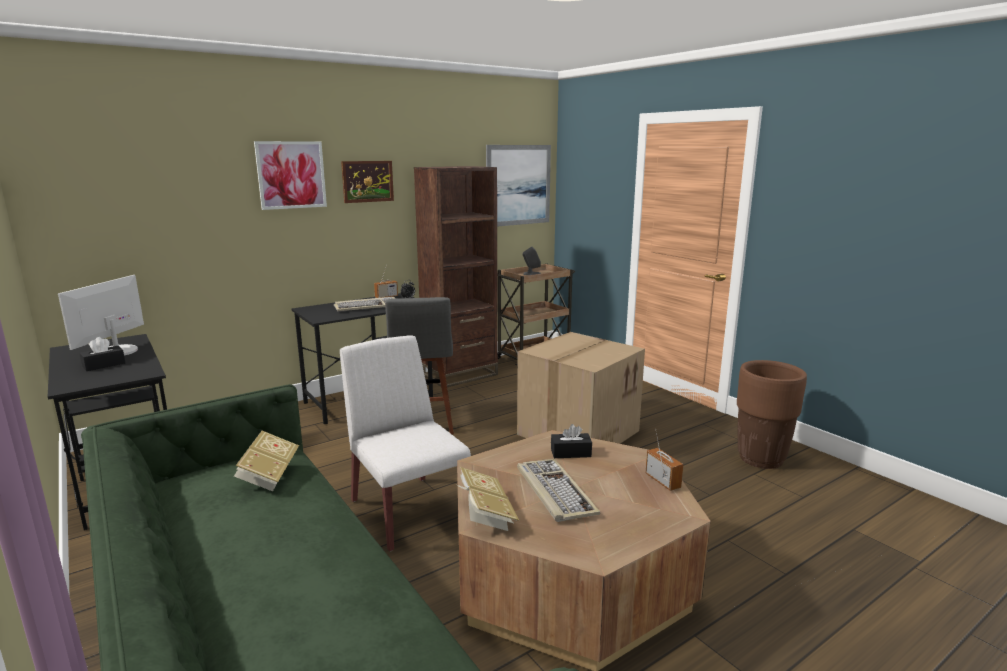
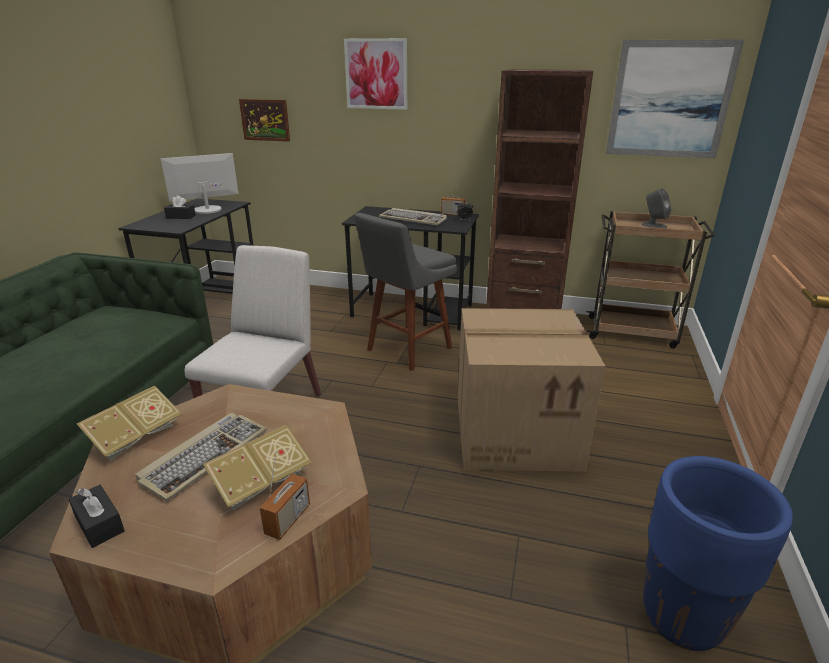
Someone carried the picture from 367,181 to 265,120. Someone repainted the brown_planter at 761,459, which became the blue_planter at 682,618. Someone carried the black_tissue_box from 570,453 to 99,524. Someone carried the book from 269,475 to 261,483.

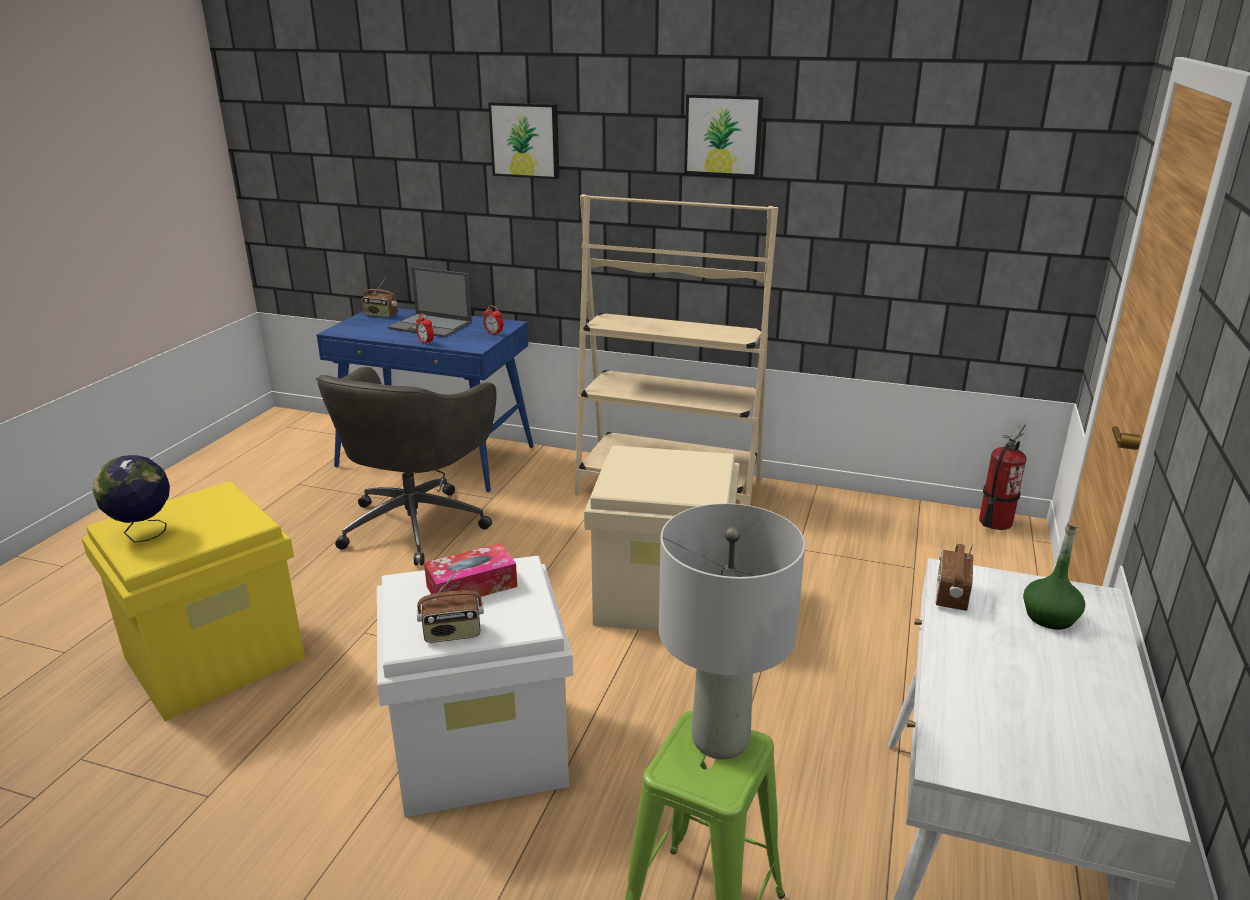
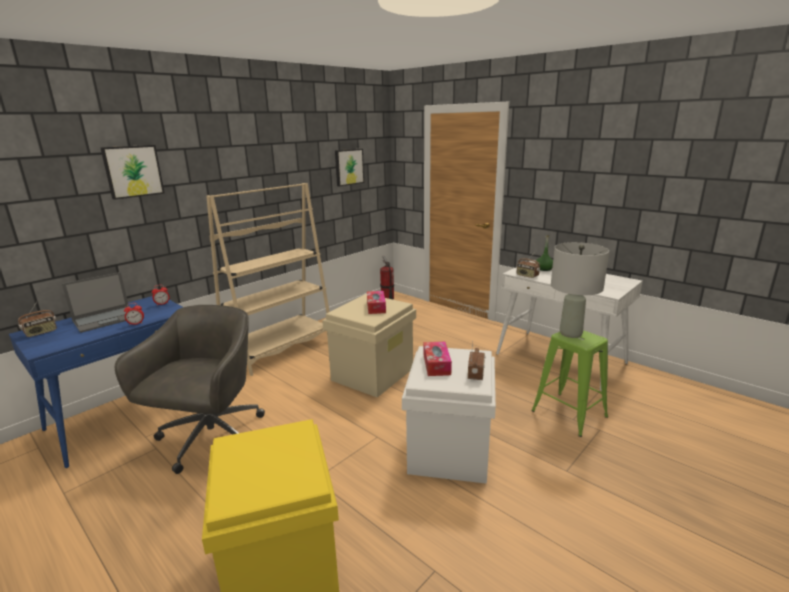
Someone carried the picture from 723,135 to 348,167. Someone rotated the grey_office_chair at 416,523 by 120 degrees counterclockwise. Someone took away the globe at 143,534. Someone put down the tissue_box at 376,307.

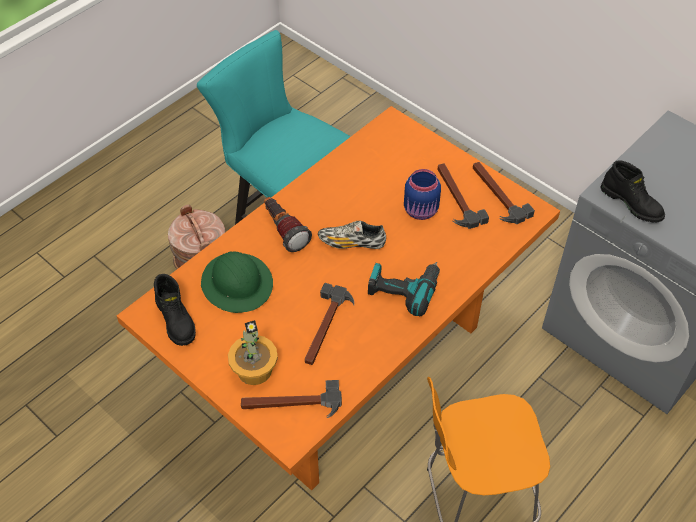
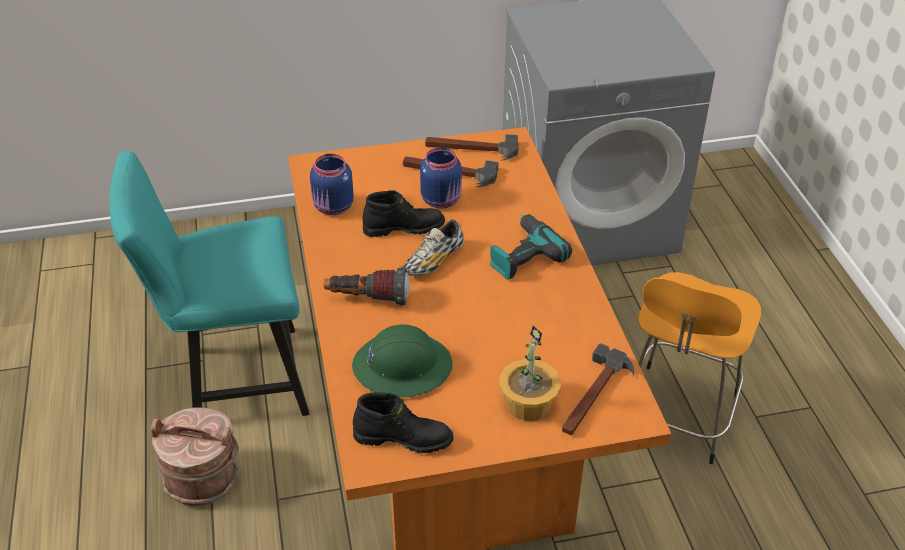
Someone carried the black_boot from 632,203 to 404,227. Someone took away the hammer at 325,327. Someone put down the blue_jar at 333,208.

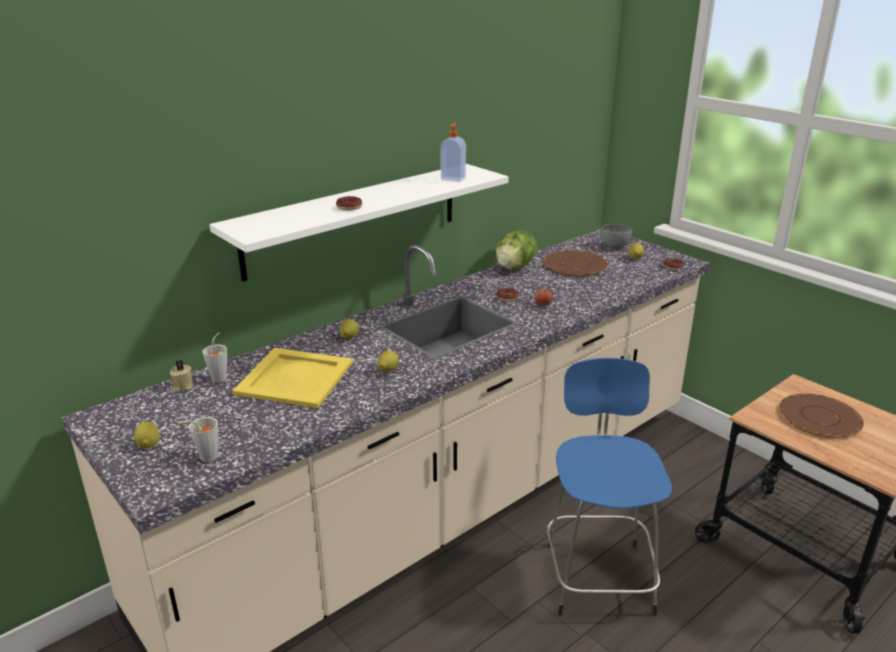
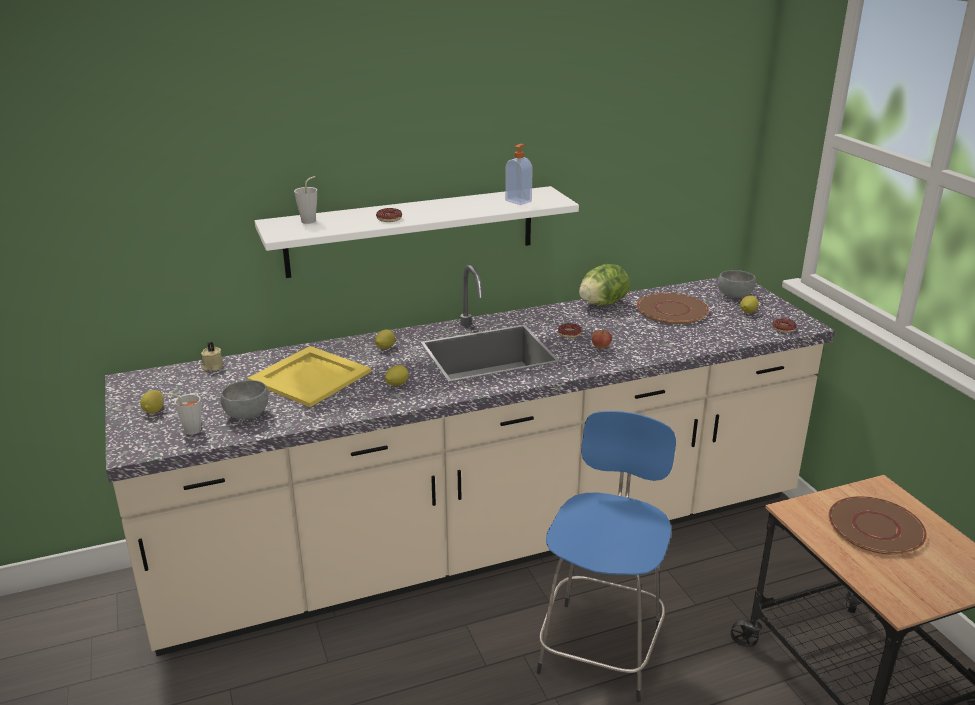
Someone carried the grey_cup from 221,376 to 311,220. Someone put down the grey_bowl at 246,414.

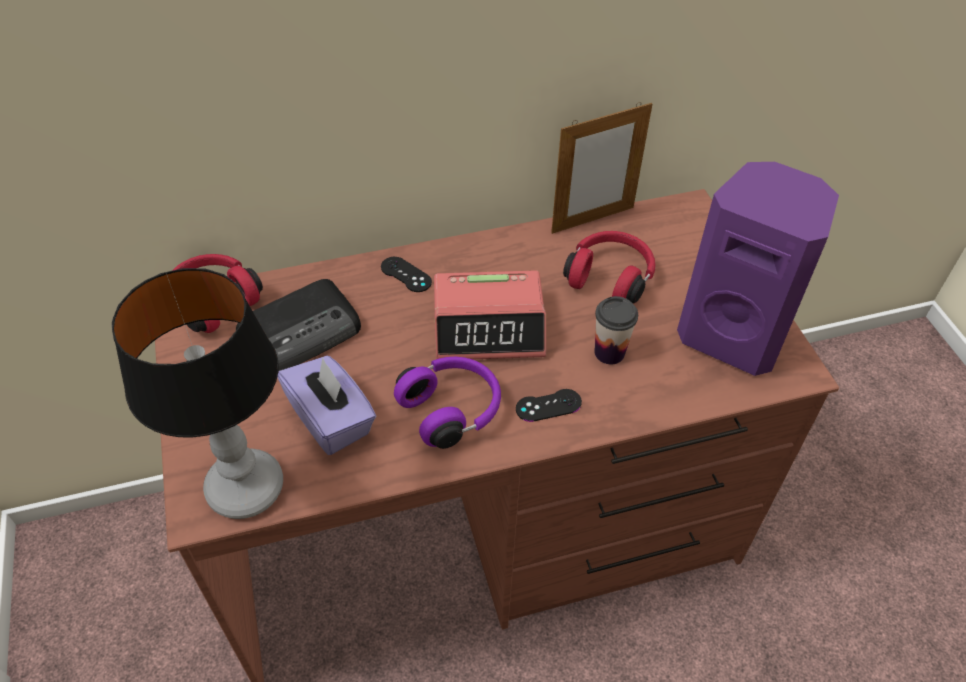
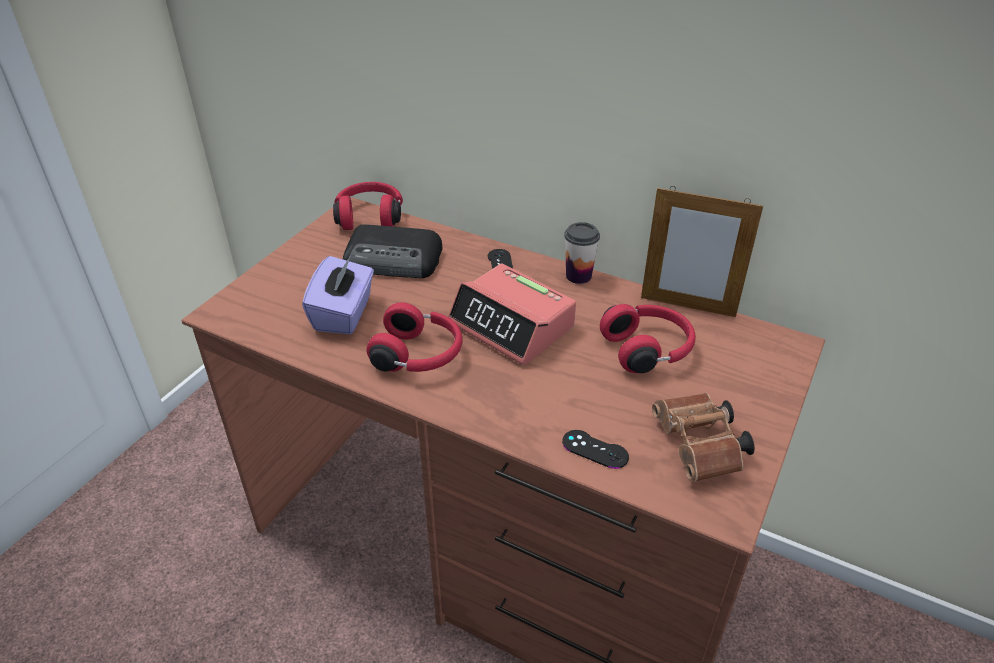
Someone swapped the purple_speaker at 733,335 for the brown_binoculars at 700,449. Someone took away the table_lamp at 245,489. Someone carried the cup from 609,352 to 578,276. Someone repainted the purple_headphones at 452,409, which became the red_headphones at 419,355. Someone carried the black_game_controller from 548,405 to 595,449.

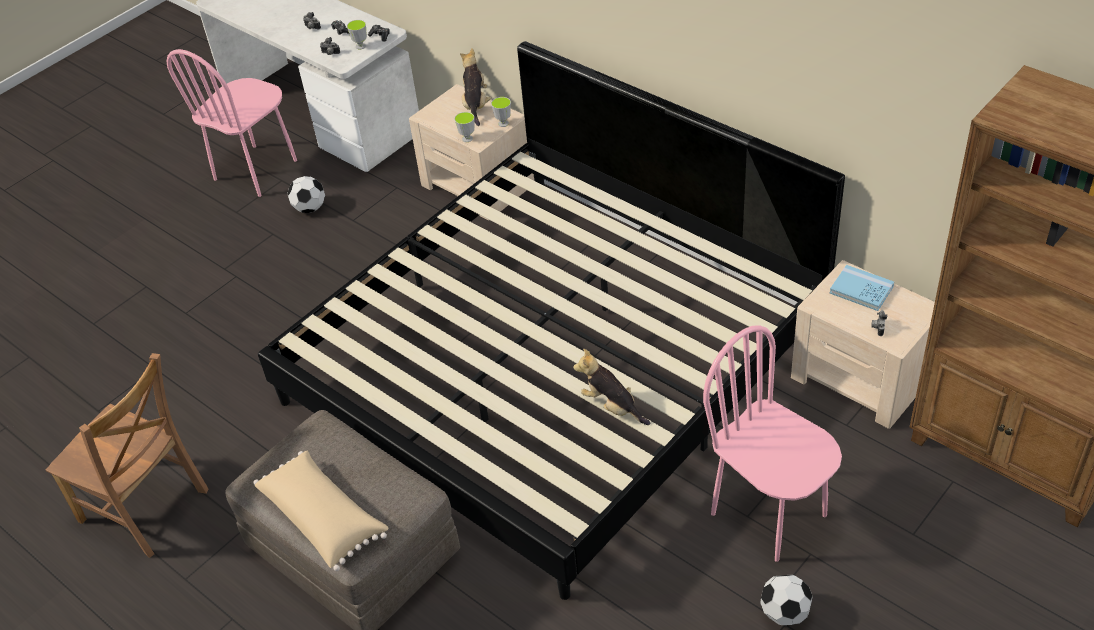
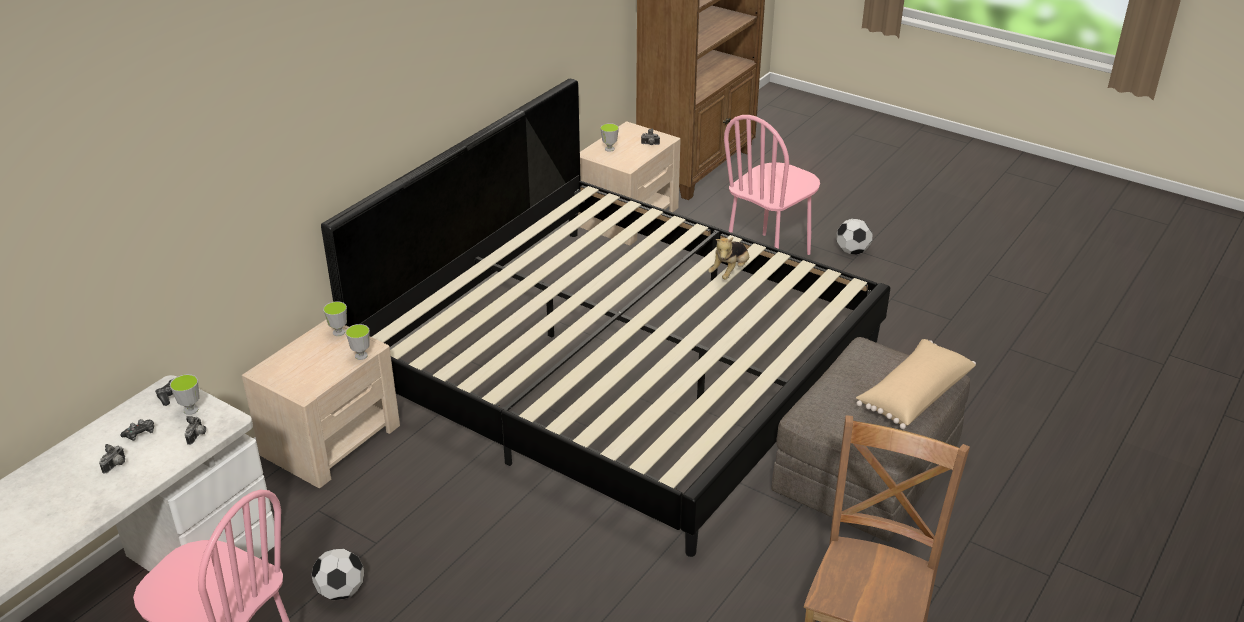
Someone took away the plush_toy at 476,105. Someone swapped the blue_book at 861,290 for the cup at 609,149.

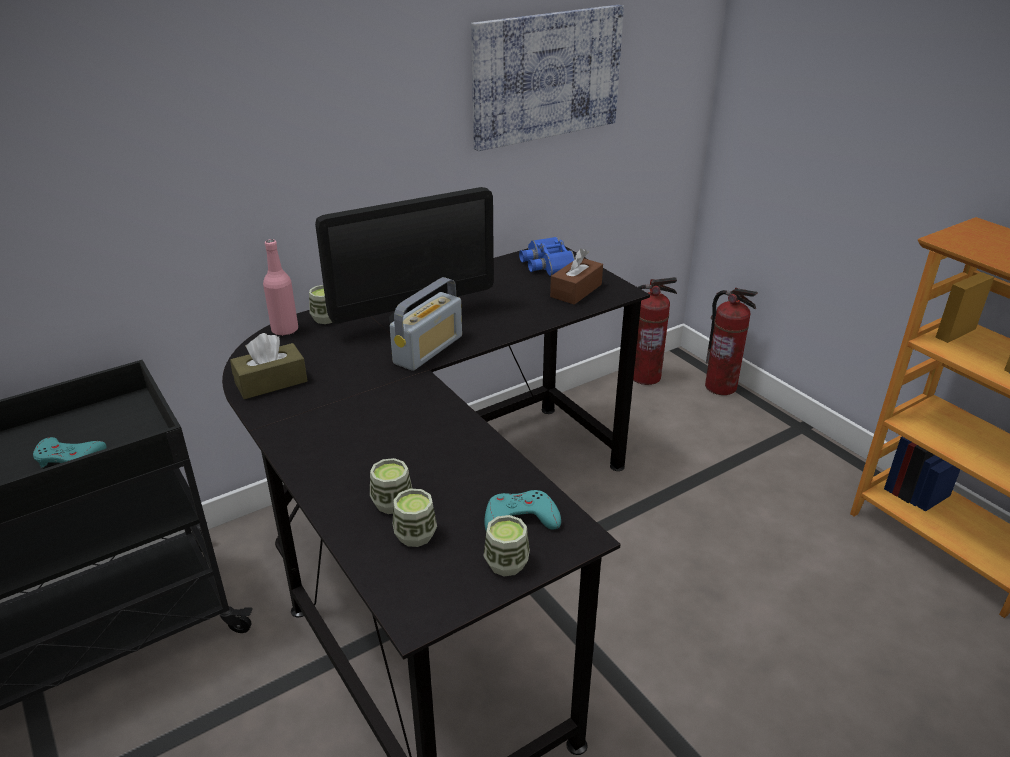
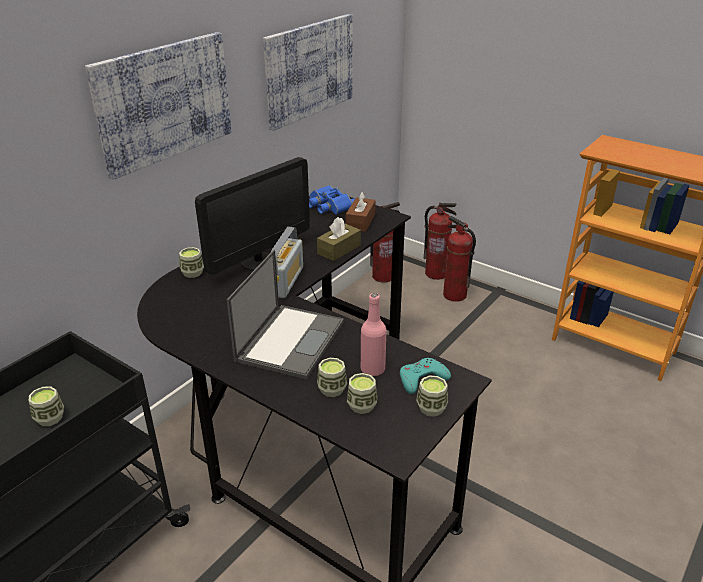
Someone carried the pink_bottle from 285,330 to 372,369. Someone carried the brown_tissue_box from 271,382 to 339,249. Someone swapped the turquoise_game_controller at 69,457 for the cup at 50,418. Someone put up the picture at 164,102. Someone put down the fire_extinguisher at 454,295. Someone put down the laptop at 290,340.

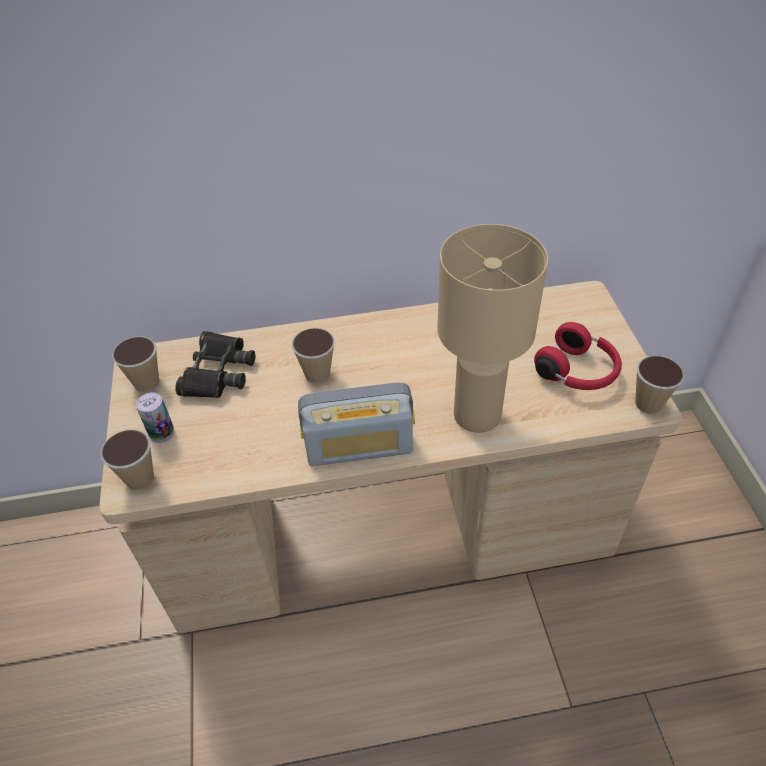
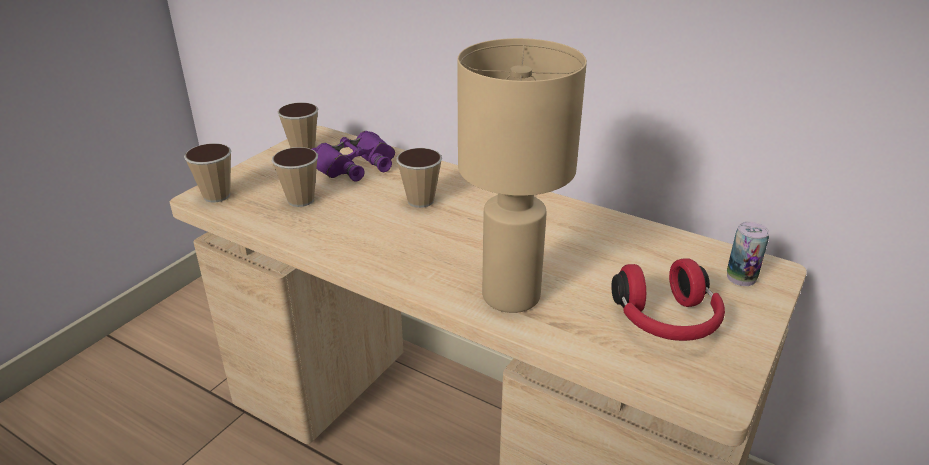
Someone repainted the black_binoculars at 217,372, which became the purple_binoculars at 355,165. Someone carried the cup from 648,404 to 301,200. Someone took away the radio at 359,447. Someone carried the can from 162,433 to 741,278.

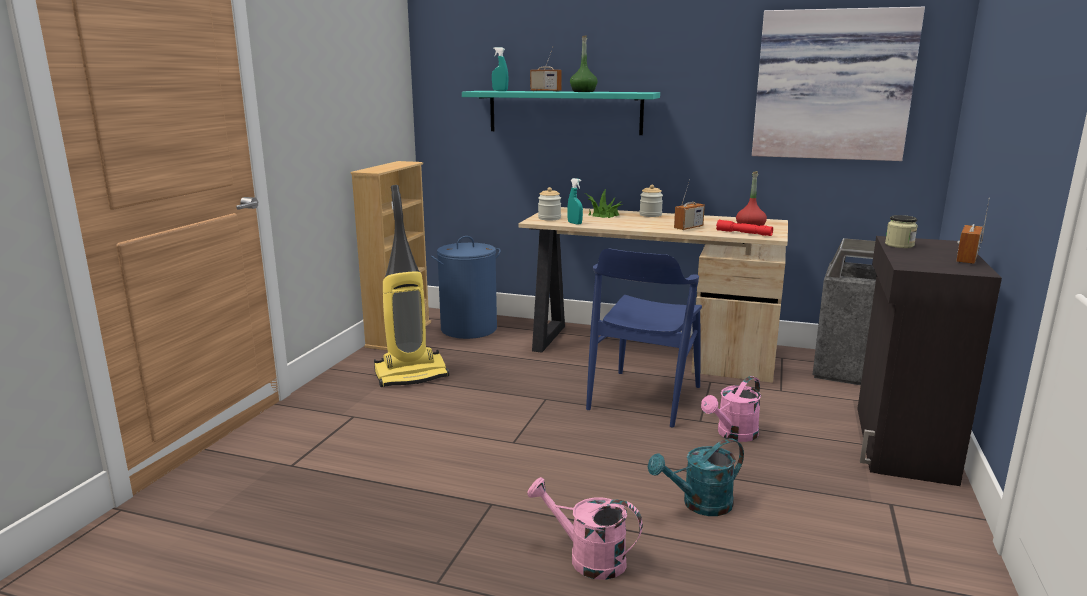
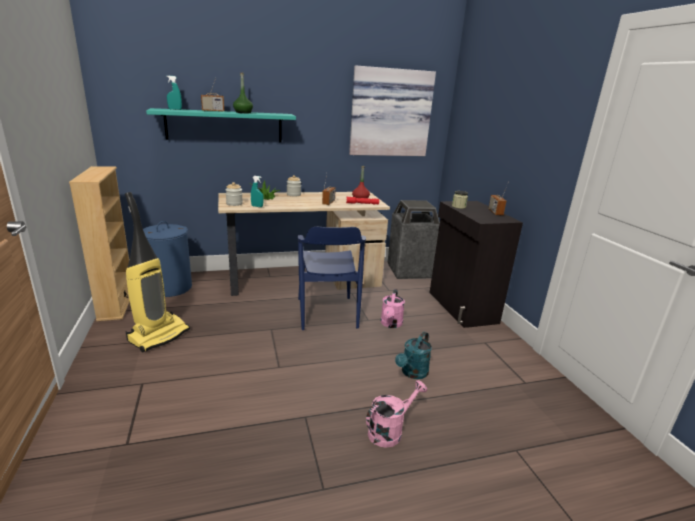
Someone rotated the pink_watering_can at 587,558 by 150 degrees clockwise.

